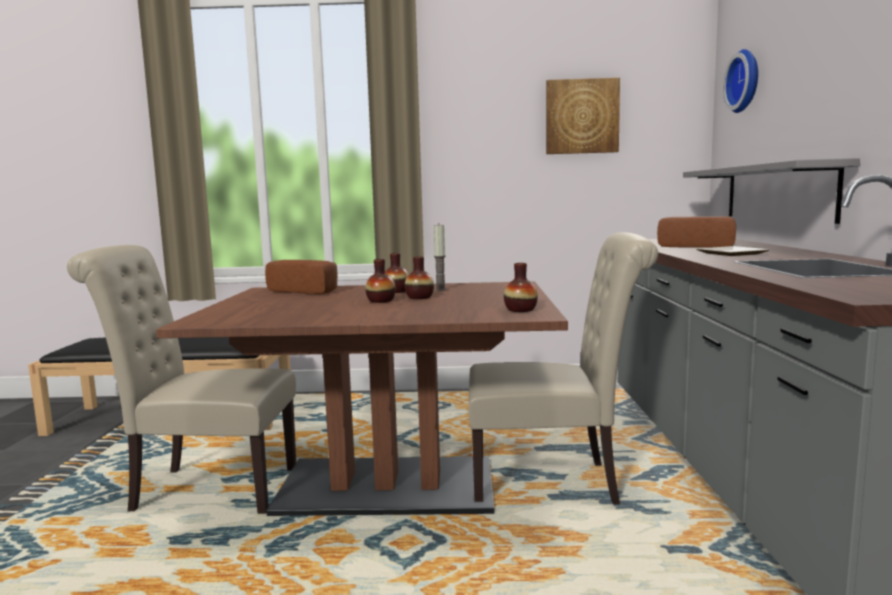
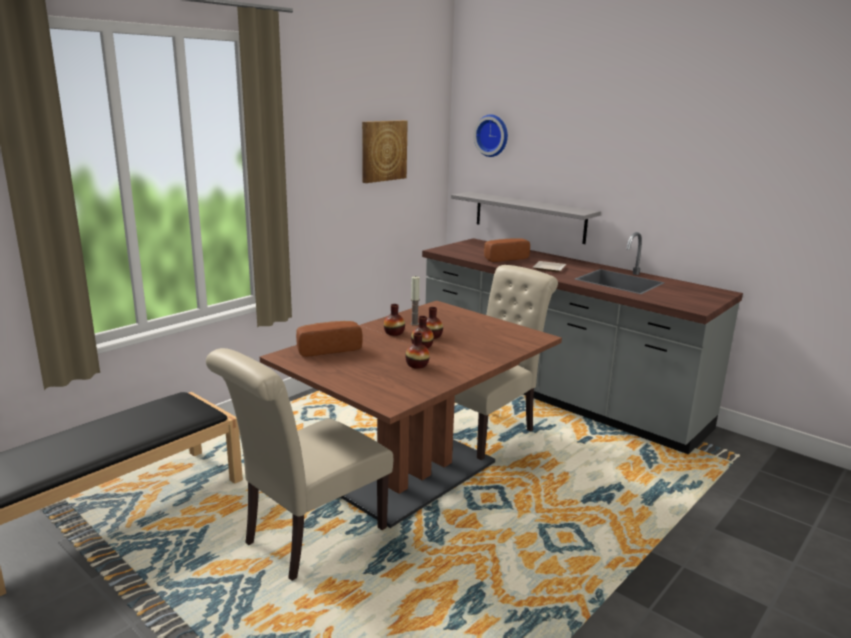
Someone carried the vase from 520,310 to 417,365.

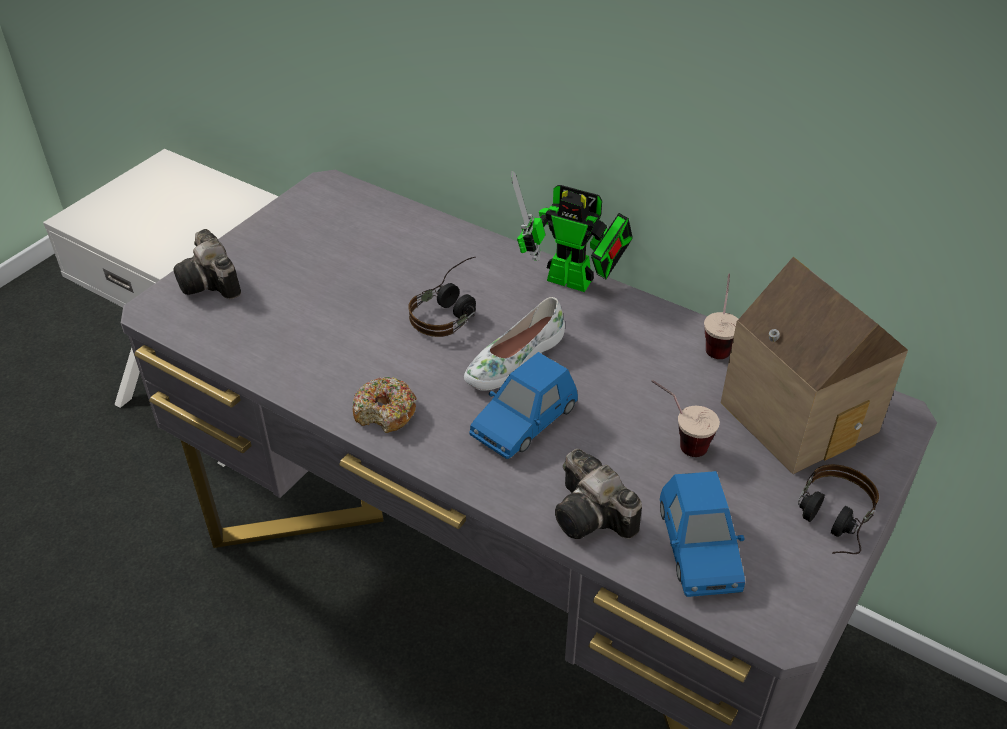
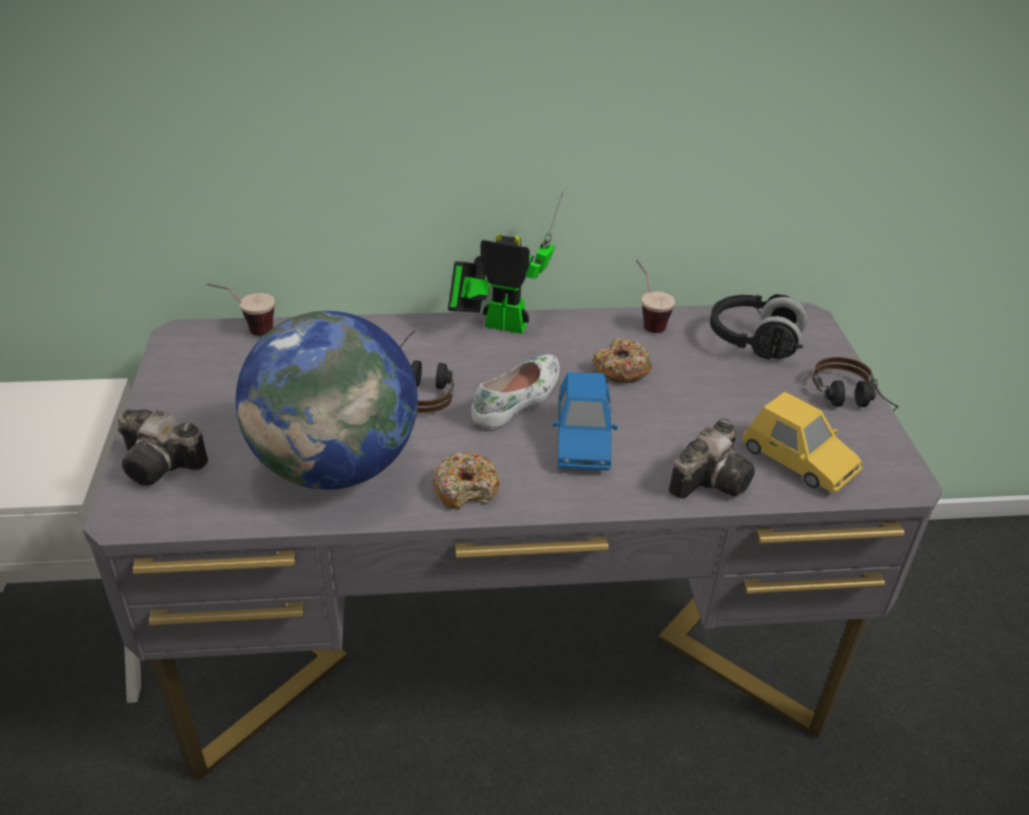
Someone rotated the toy_robot at 576,283 by 150 degrees counterclockwise. Someone swapped the toy_house at 803,414 for the black_headphones at 754,342. Someone rotated the white_shoe at 513,359 by 150 degrees counterclockwise. Someone carried the cup from 678,441 to 247,331. Someone rotated the photo_camera at 594,517 by 60 degrees counterclockwise. Someone repainted the blue_toy_car at 698,548, which became the yellow_toy_car at 798,460. Someone put down the globe at 336,466. Someone put down the donut at 621,369.

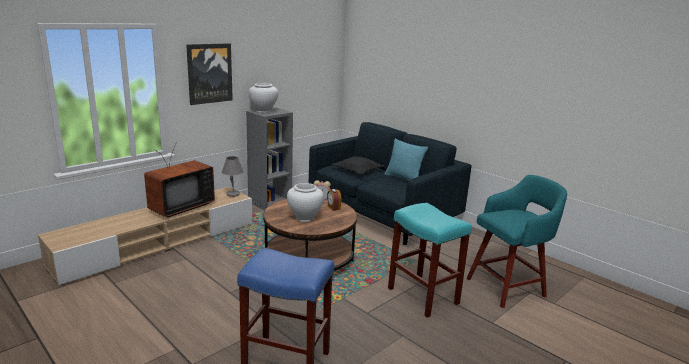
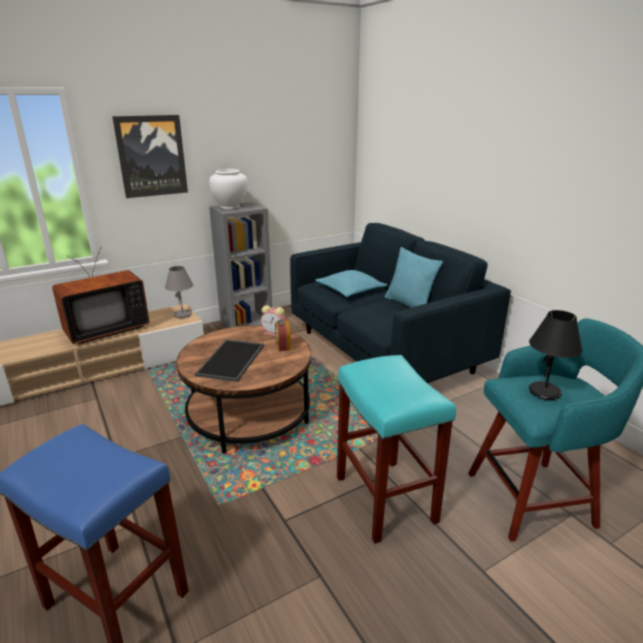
Someone repainted the black_pillow at 357,171, which became the turquoise_pillow at 350,290. Someone swapped the white_vase at 305,218 for the tray at 232,360. Someone put down the black_table_lamp at 545,392.

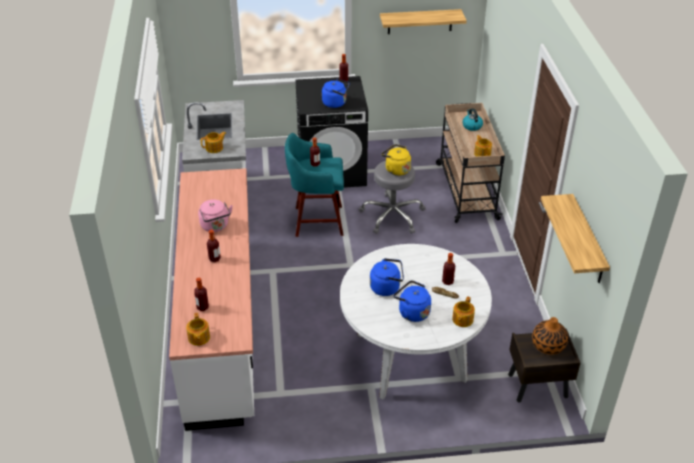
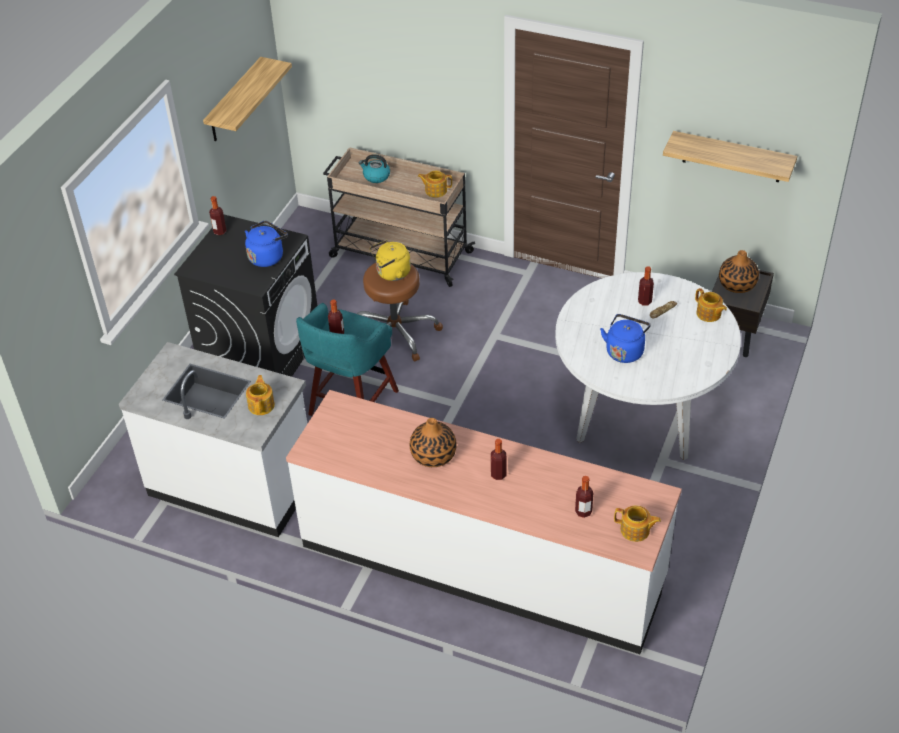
Someone repainted the grey_stool at 392,215, which became the brown_stool at 395,333. Someone swapped the pink_kettle at 215,226 for the vase at 433,455. Someone took away the blue_kettle at 412,312.

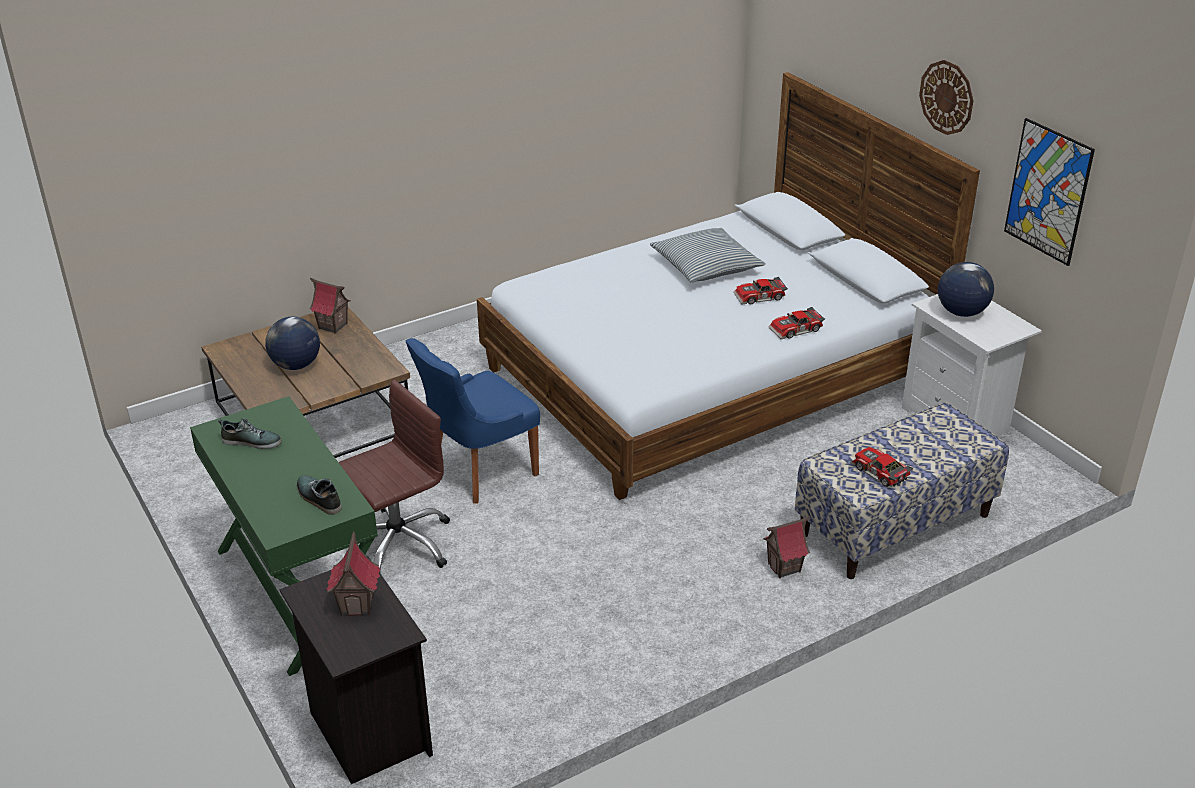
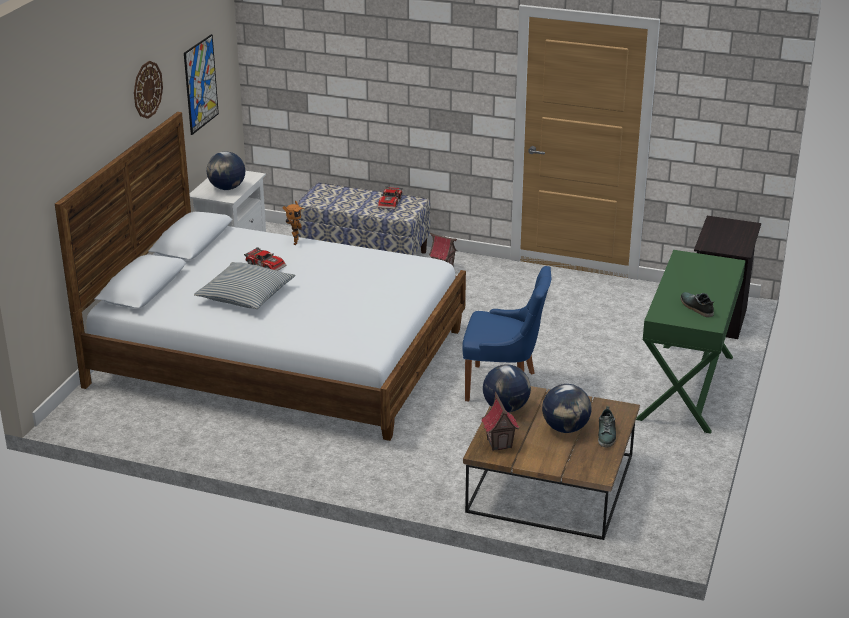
Someone swapped the toy_car at 796,330 for the toy_robot at 294,242. Someone took away the brown_office_chair at 398,544. Someone carried the shoe from 318,498 to 606,435. Someone took away the toy_house at 358,605. Someone put down the globe at 506,408.

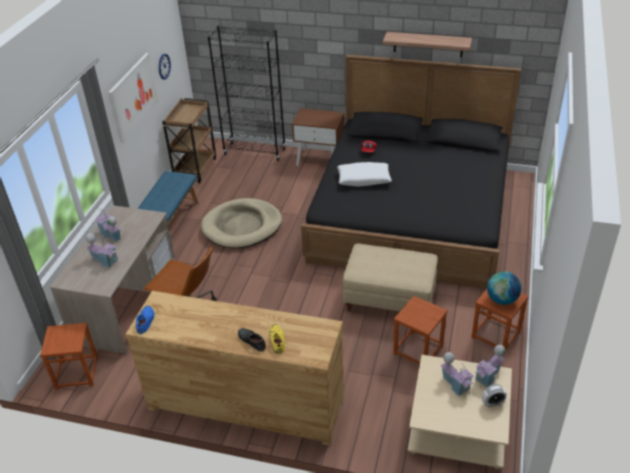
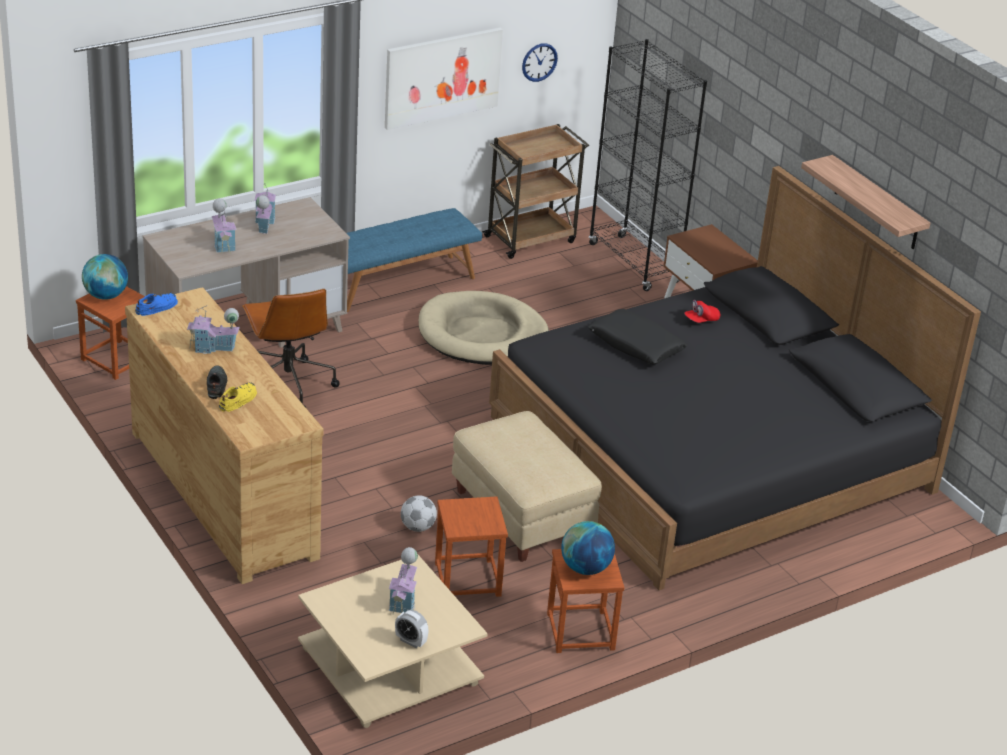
Someone repainted the white_pillow at 364,179, which became the black_pillow at 635,345. Someone carried the toy_house from 488,376 to 213,347. Someone put down the globe at 106,296. Someone put down the football at 417,527.

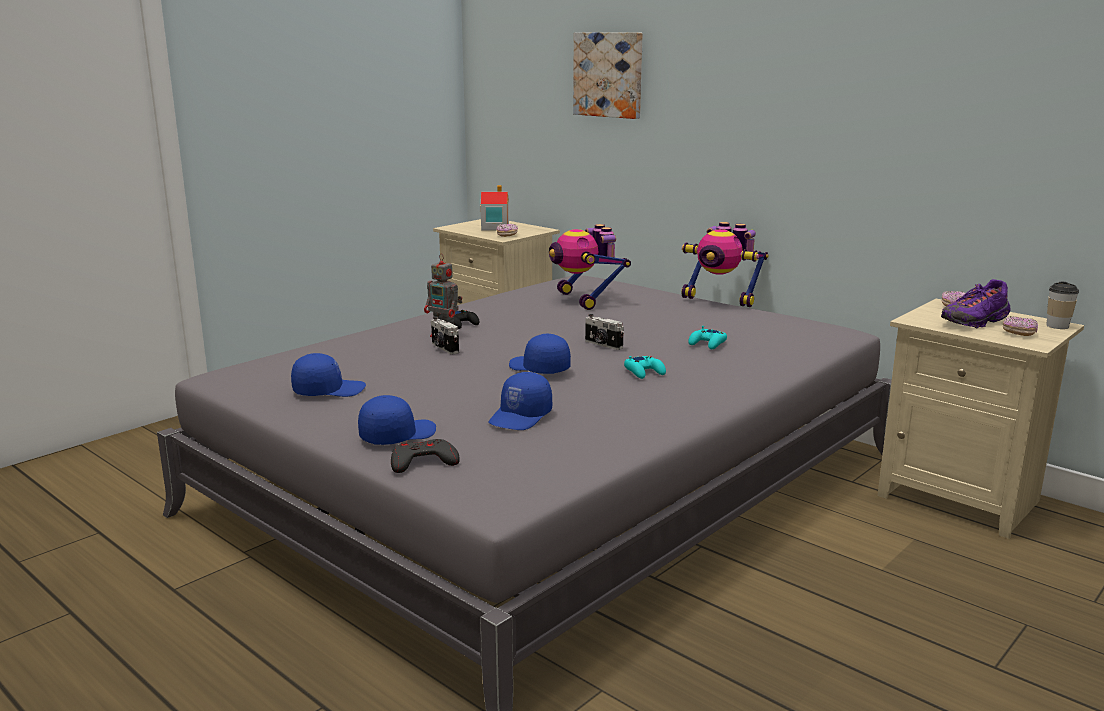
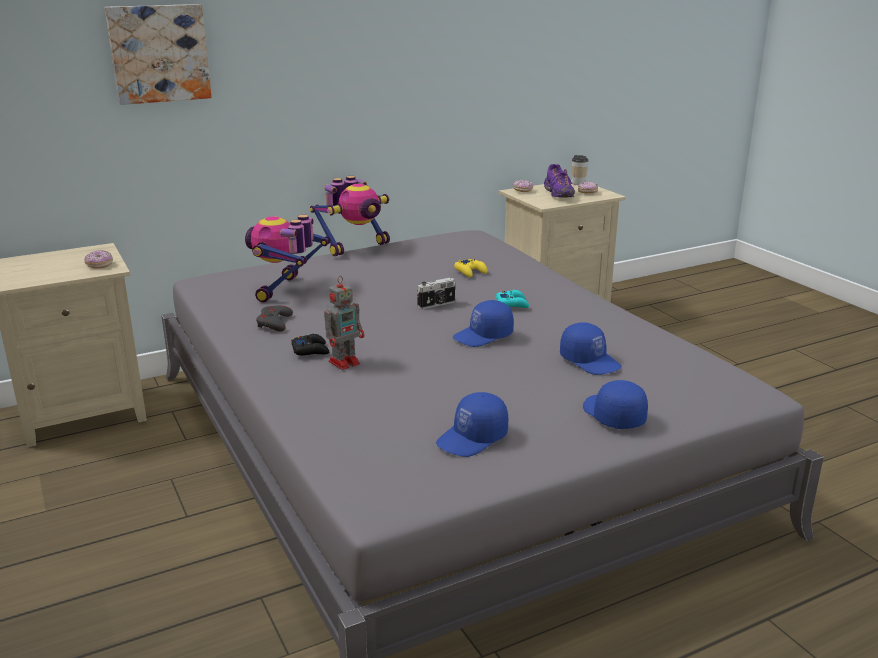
Someone took away the toy_house at 494,227. Someone rotated the toy_robot at 585,300 by 105 degrees clockwise. Someone took away the photo_camera at 443,348. Someone repainted the turquoise_game_controller at 708,343, which became the yellow_game_controller at 470,271. Someone rotated the blue_cap at 328,390 by 135 degrees counterclockwise. Someone carried the grey_game_controller from 423,462 to 274,323.

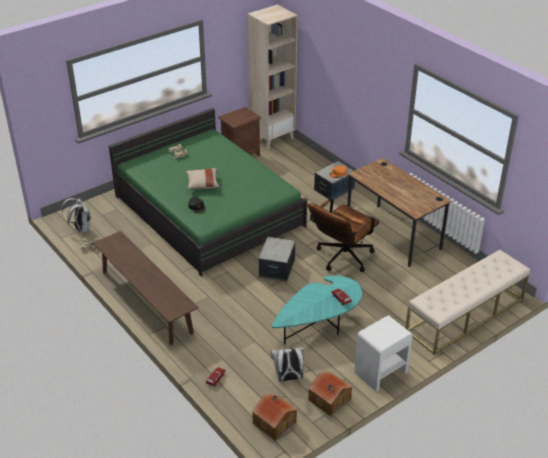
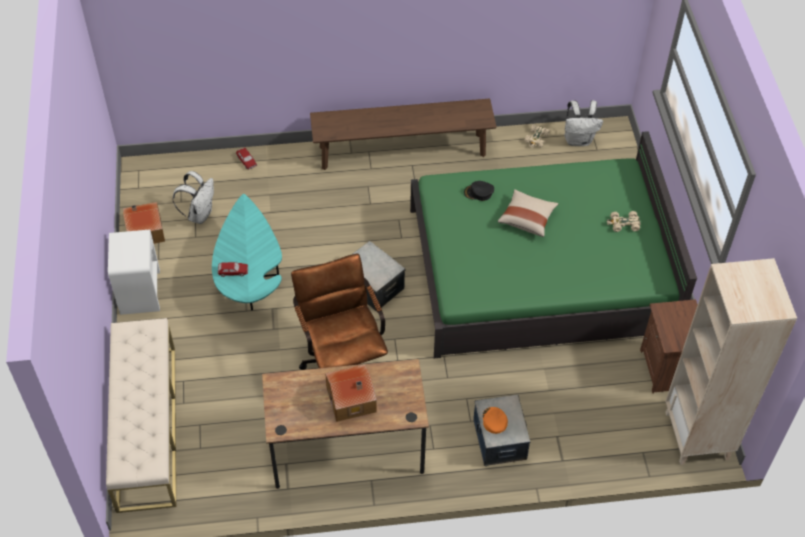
Someone carried the toy_house from 274,422 to 352,400.

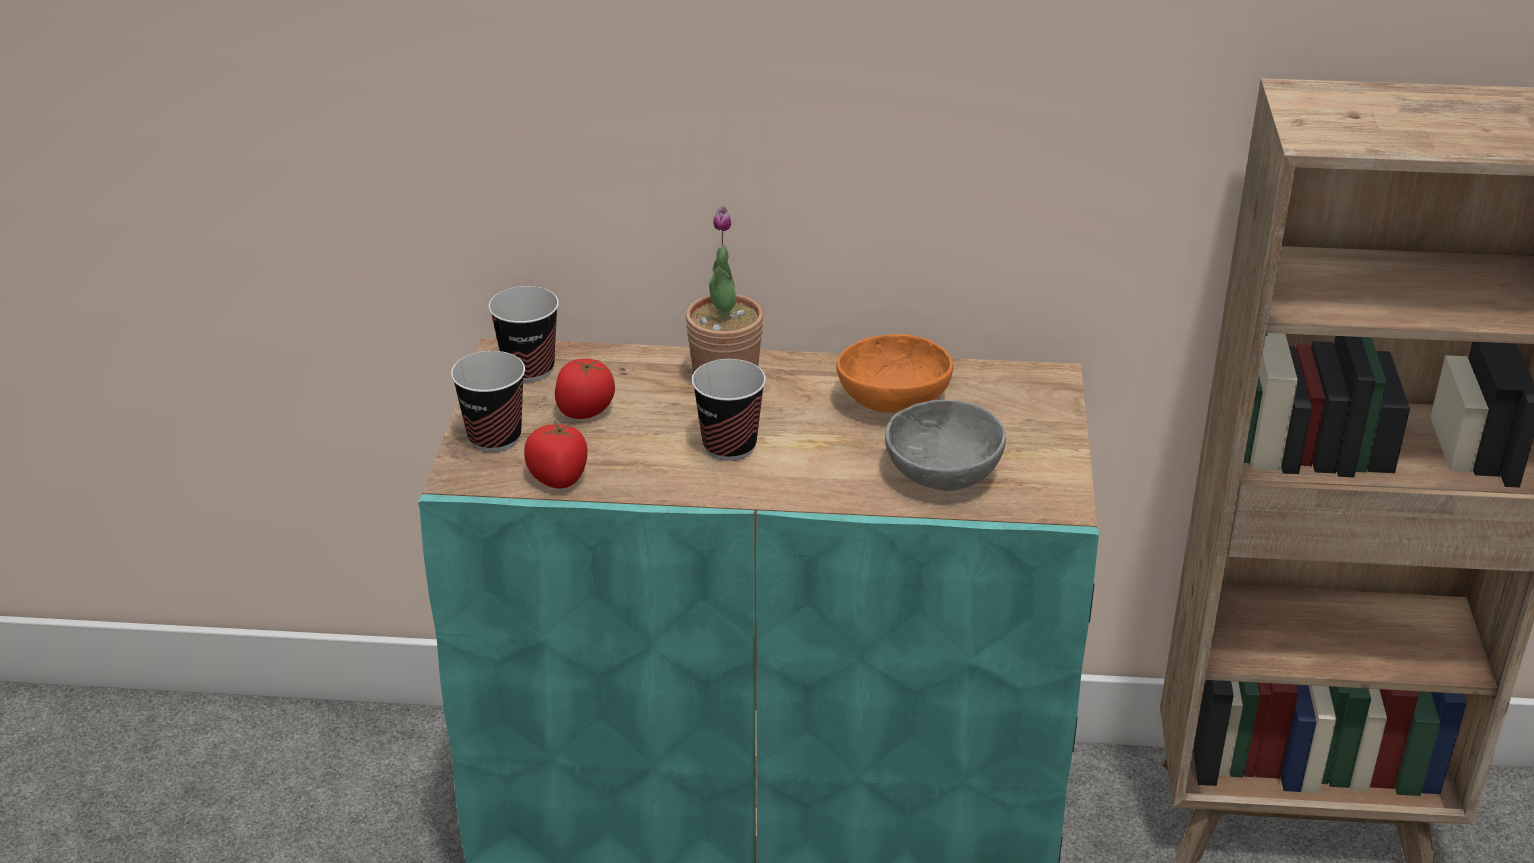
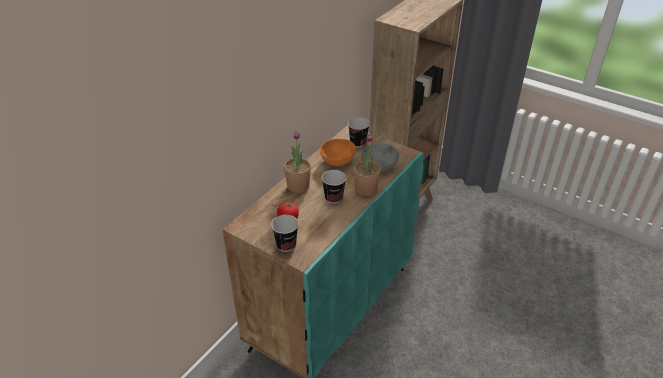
Someone carried the cup from 529,369 to 358,143. Someone took away the tomato at 558,477. Someone put down the potted_plant at 366,189.

